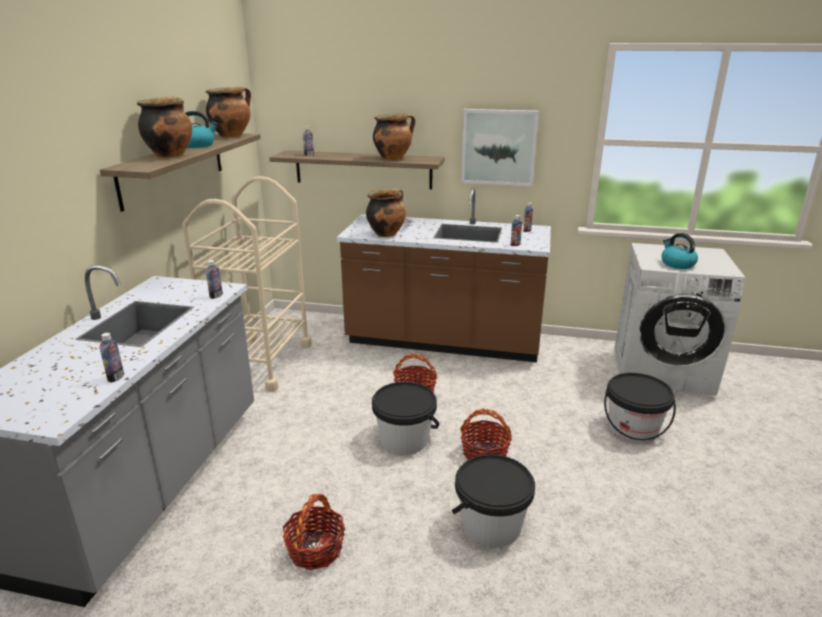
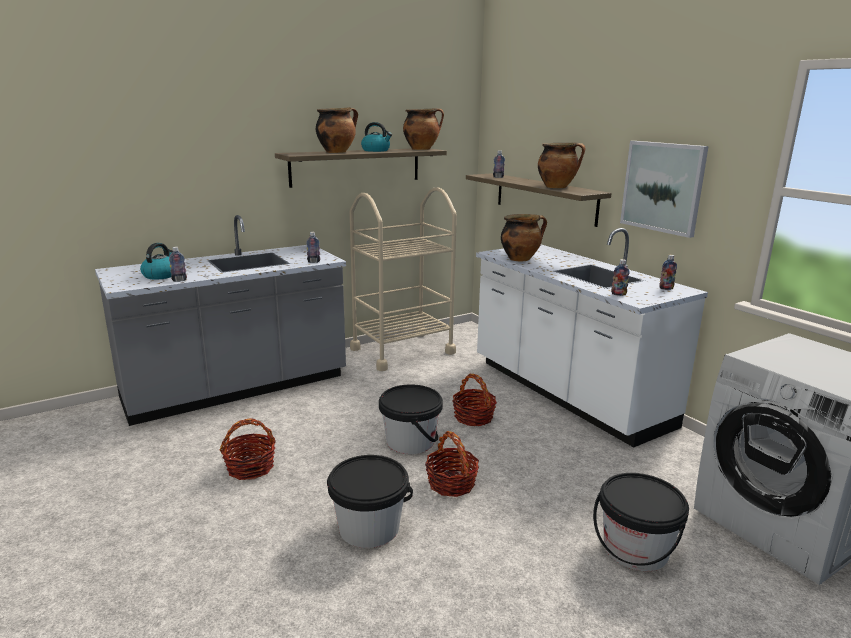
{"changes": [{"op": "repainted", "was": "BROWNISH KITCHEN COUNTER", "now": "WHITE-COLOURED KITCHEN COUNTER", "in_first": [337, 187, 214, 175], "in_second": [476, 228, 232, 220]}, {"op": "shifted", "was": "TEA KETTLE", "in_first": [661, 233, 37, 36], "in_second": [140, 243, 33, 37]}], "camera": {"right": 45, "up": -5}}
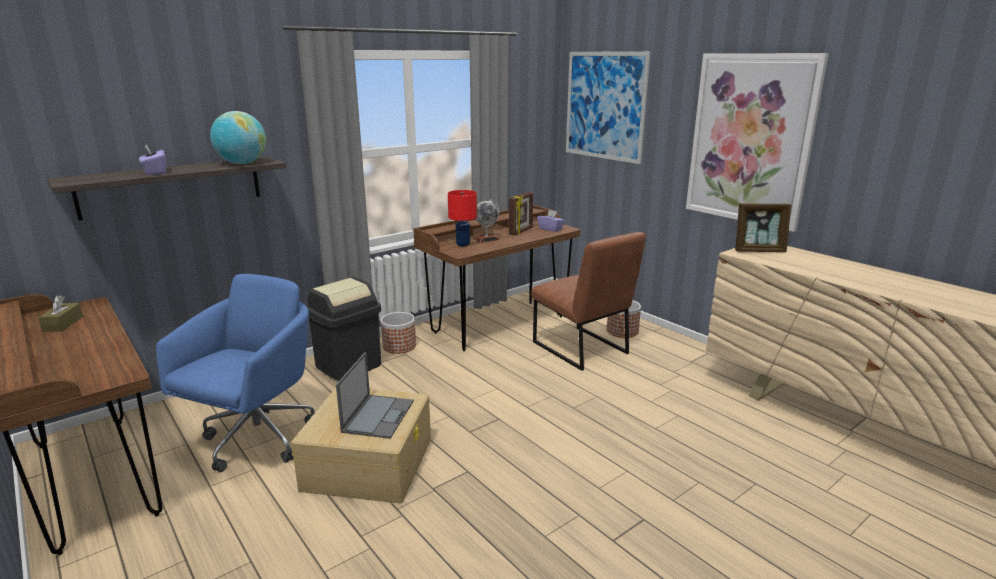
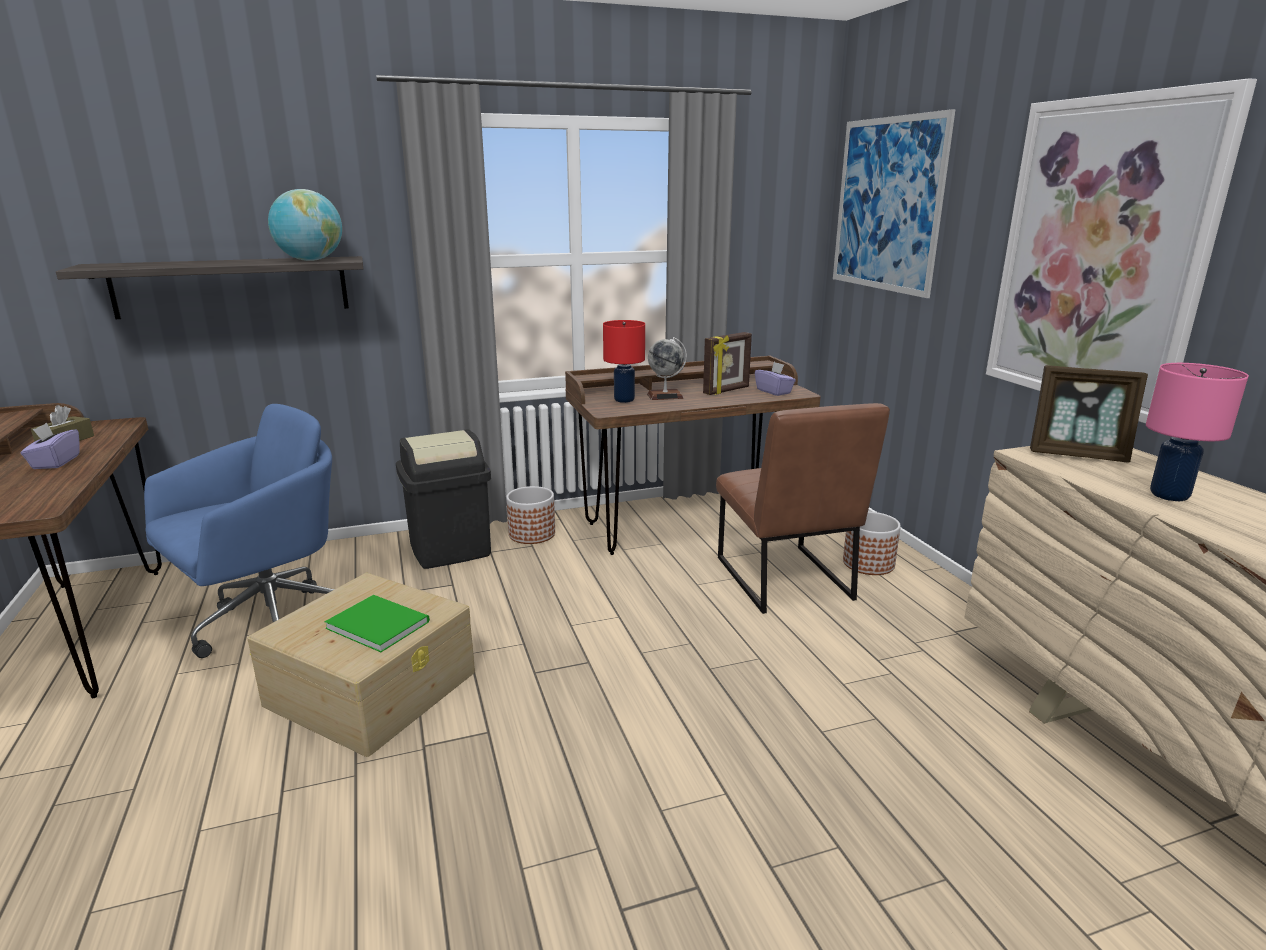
{"changes": [{"op": "shifted", "was": "PURPLISH TISSUE HOLDER", "in_first": [139, 144, 27, 31], "in_second": [20, 423, 60, 46]}, {"op": "swapped", "was": "NOTEBOOK COMPUTER", "now": "GREEN-COLOURED BOOK", "in_first": [336, 352, 78, 87], "in_second": [324, 595, 106, 57]}, {"op": "new", "now": "PINK LAMP FOR A TABLE", "in_second": [1146, 363, 103, 138]}], "camera": {"right": 20, "up": 0}}
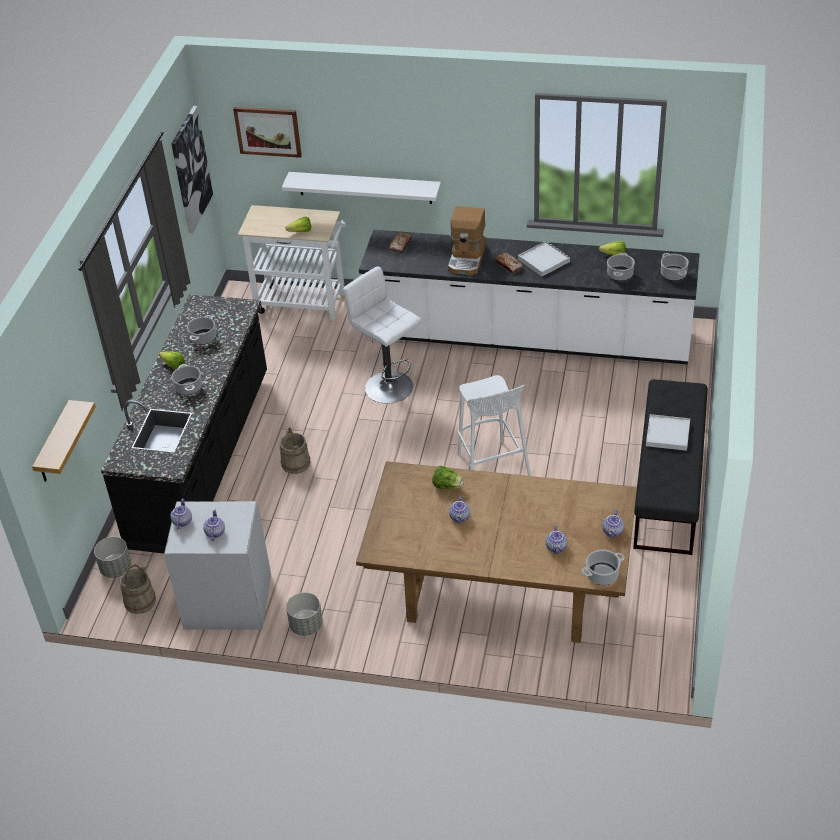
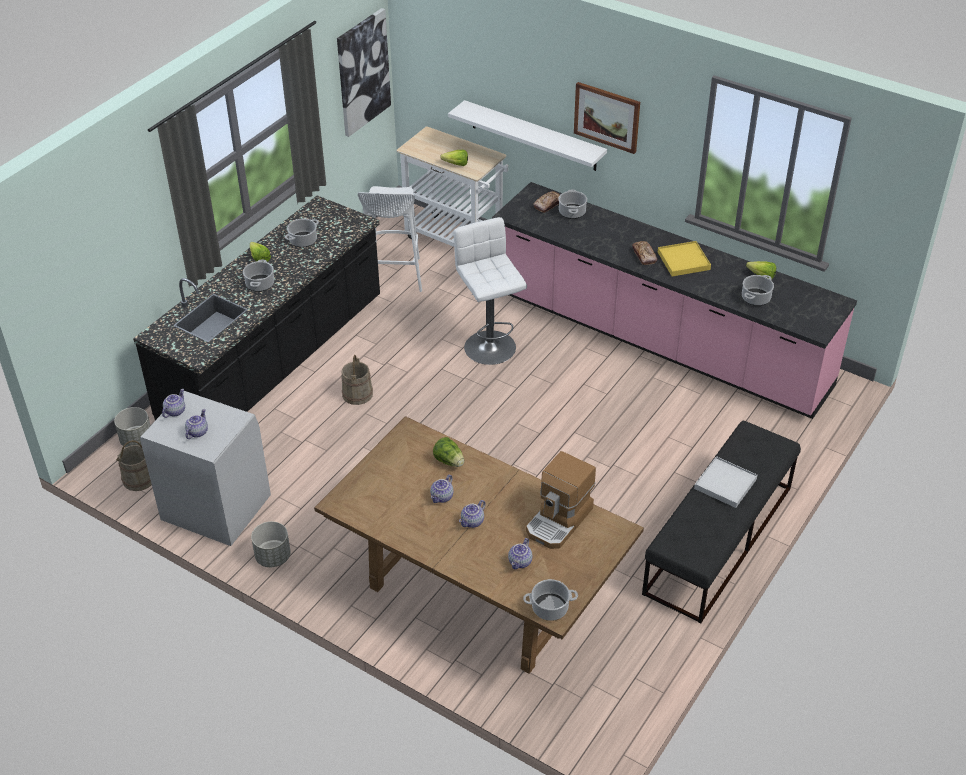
{"changes": [{"op": "shifted", "was": "WALL PICTURE", "in_first": [233, 107, 69, 51], "in_second": [574, 82, 66, 72]}, {"op": "shifted", "was": "COFFEE MAKER", "in_first": [448, 206, 38, 69], "in_second": [526, 451, 70, 98]}, {"op": "repainted", "was": "WHITE-COLOURED KITCHEN COUNTER", "now": "PINK KITCHEN COUNTER", "in_first": [359, 230, 341, 134], "in_second": [492, 182, 365, 237]}, {"op": "repainted", "was": "WHITE-COLOURED TRAY", "now": "YELLOWISH TRAY", "in_first": [518, 241, 52, 35], "in_second": [658, 241, 53, 35]}, {"op": "shifted", "was": "COOKING POT", "in_first": [661, 253, 28, 28], "in_second": [558, 189, 29, 30]}, {"op": "shifted", "was": "WHITE-COLOURED STOOL SEAT", "in_first": [458, 375, 73, 101], "in_second": [358, 186, 64, 106]}, {"op": "gone", "was": "WALL SHELF", "in_first": [32, 400, 64, 82]}, {"op": "shifted", "was": "TEAPOT", "in_first": [603, 510, 21, 28], "in_second": [459, 500, 27, 28]}], "camera": {"right": 20, "up": 0}}
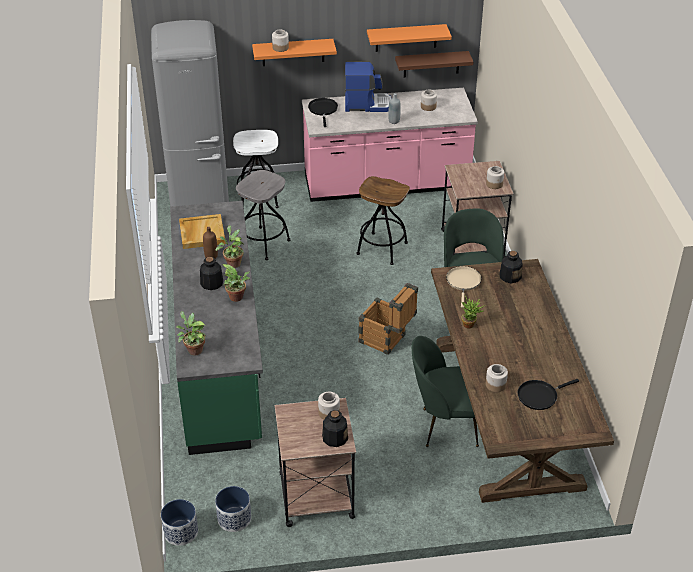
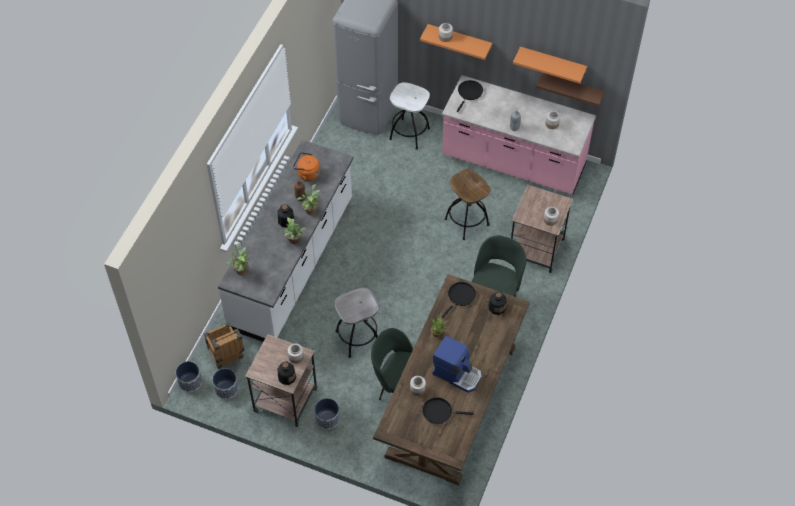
{"changes": [{"op": "shifted", "was": "COFFEE MAKER", "in_first": [345, 62, 46, 50], "in_second": [432, 335, 50, 58]}, {"op": "shifted", "was": "GREYISH STOOL SEAT", "in_first": [236, 170, 55, 90], "in_second": [334, 288, 45, 70]}, {"op": "repainted", "was": "GREEN-COLOURED KITCHEN COUNTER", "now": "WHITE-COLOURED KITCHEN COUNTER", "in_first": [170, 201, 93, 254], "in_second": [218, 140, 136, 202]}, {"op": "swapped", "was": "BEIGE TRAY", "now": "ORANGE-COLOURED TEA KETTLE", "in_first": [179, 214, 47, 35], "in_second": [293, 152, 27, 29]}, {"op": "repainted", "was": "BEIGE SKILLET", "now": "BLACK-COLOURED SKILLET", "in_first": [446, 266, 36, 42], "in_second": [441, 282, 35, 36]}, {"op": "shifted", "was": "CRATE", "in_first": [358, 283, 60, 72], "in_second": [204, 322, 41, 47]}, {"op": "new", "now": "PLANTER", "in_second": [315, 398, 25, 31]}], "camera": {"right": 30, "up": 15}}
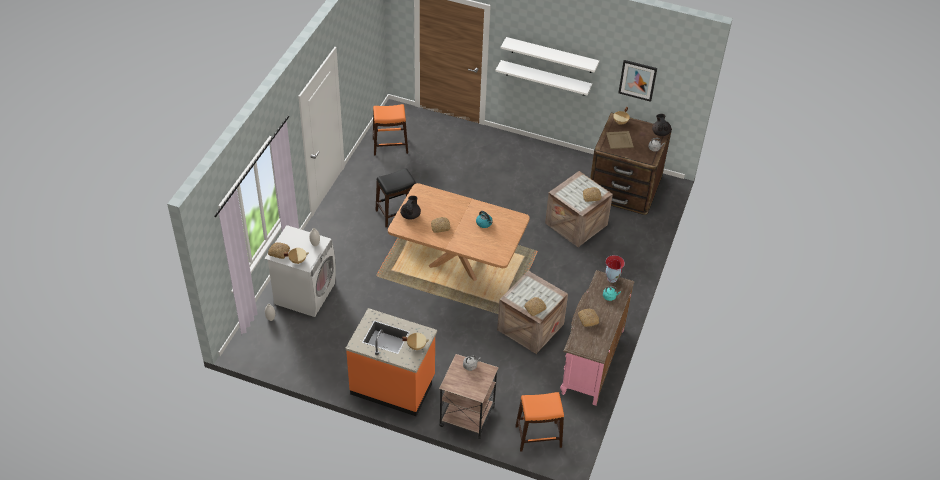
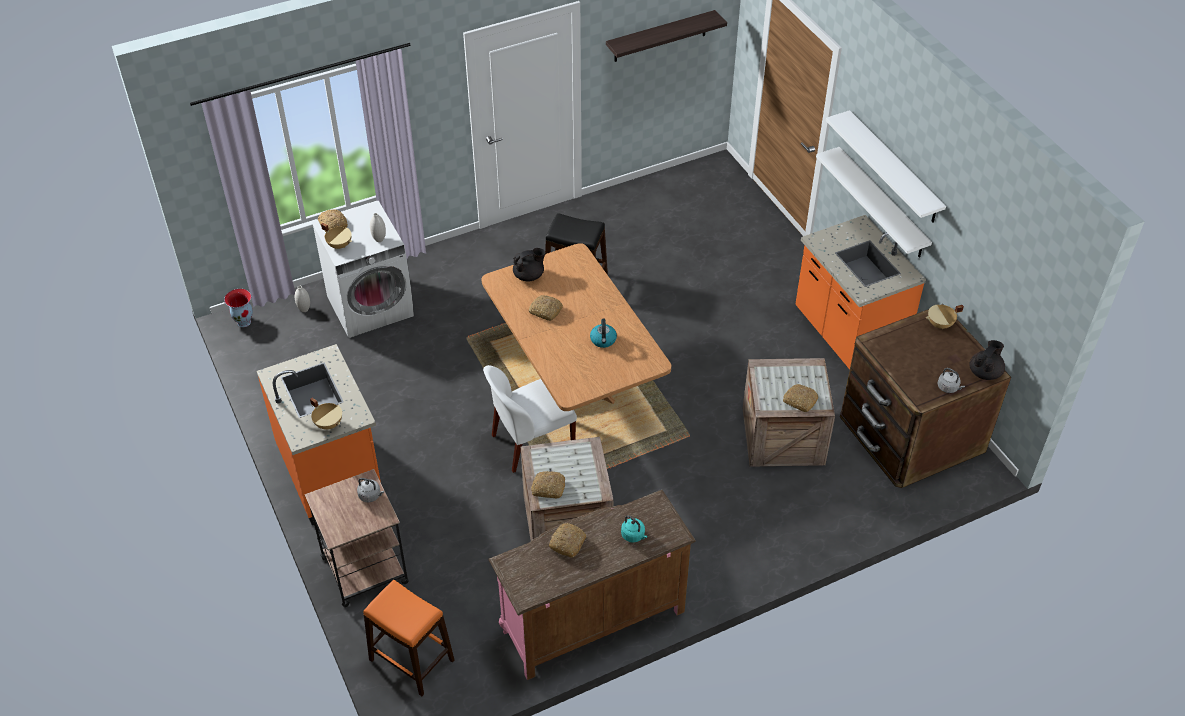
{"changes": [{"op": "gone", "was": "WALL PICTURE", "in_first": [619, 60, 38, 42]}, {"op": "gone", "was": "ORANGE-COLOURED STOOL SEAT", "in_first": [373, 104, 35, 51]}, {"op": "gone", "was": "BEIGE TRAY", "in_first": [606, 131, 28, 18]}, {"op": "shifted", "was": "FLOWER VASE", "in_first": [606, 255, 19, 28], "in_second": [224, 289, 29, 38]}, {"op": "new", "now": "WALL SHELF", "in_second": [606, 10, 121, 52]}, {"op": "new", "now": "ORANGE-COLOURED KITCHEN COUNTER", "in_second": [795, 215, 131, 154]}, {"op": "new", "now": "WHITE-COLOURED PLAIN CHAIR", "in_second": [483, 365, 94, 108]}], "camera": {"right": 45, "up": 0}}
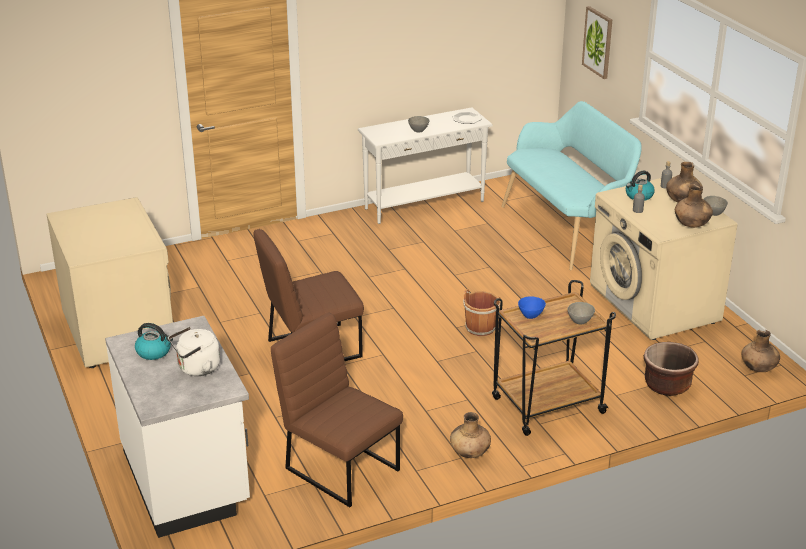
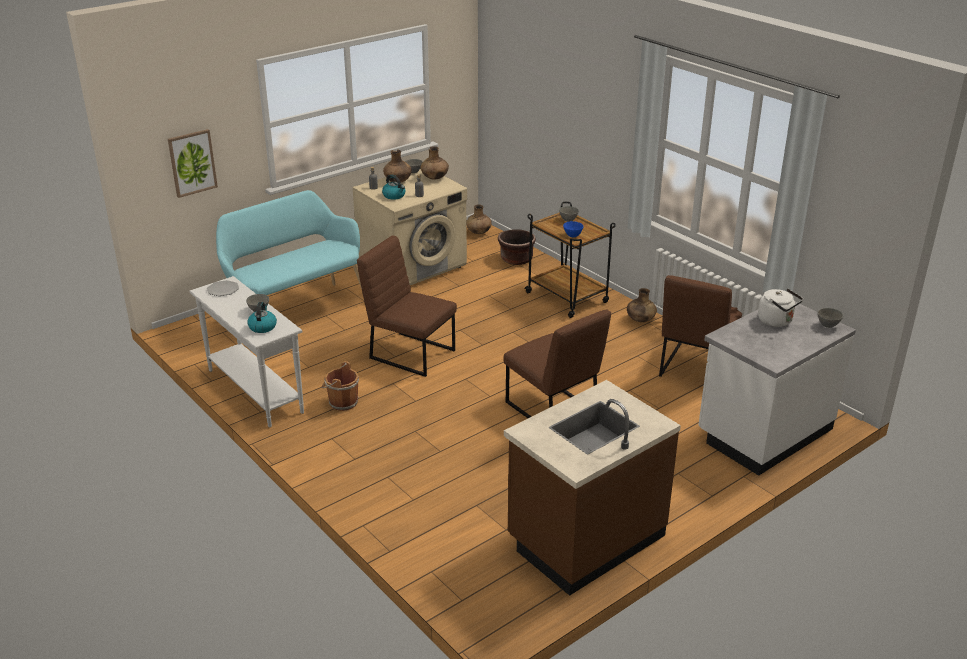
{"changes": [{"op": "swapped", "was": "BEIGE WASHING MACHINE", "now": "BROWNISH KITCHEN COUNTER", "in_first": [47, 197, 126, 171], "in_second": [504, 380, 177, 216]}, {"op": "shifted", "was": "BROWNISH WATER BUCKET", "in_first": [463, 289, 38, 47], "in_second": [321, 361, 38, 50]}, {"op": "shifted", "was": "TEA KETTLE", "in_first": [135, 323, 38, 37], "in_second": [247, 302, 30, 31]}, {"op": "new", "now": "BROWNISH PLAIN CHAIR", "in_second": [357, 236, 100, 141]}, {"op": "new", "now": "GREYISH DEEP DISH", "in_second": [817, 308, 26, 20]}], "camera": {"right": -105, "up": 0}}
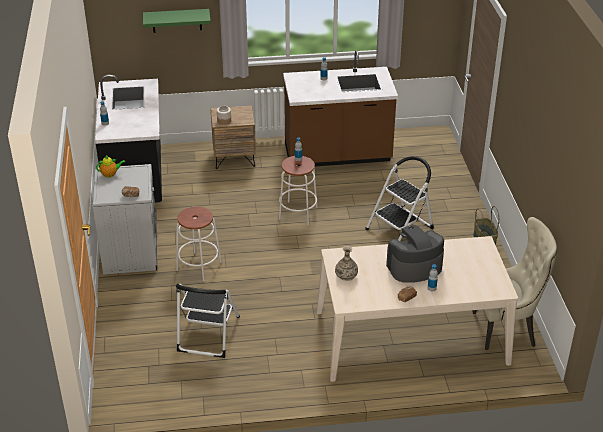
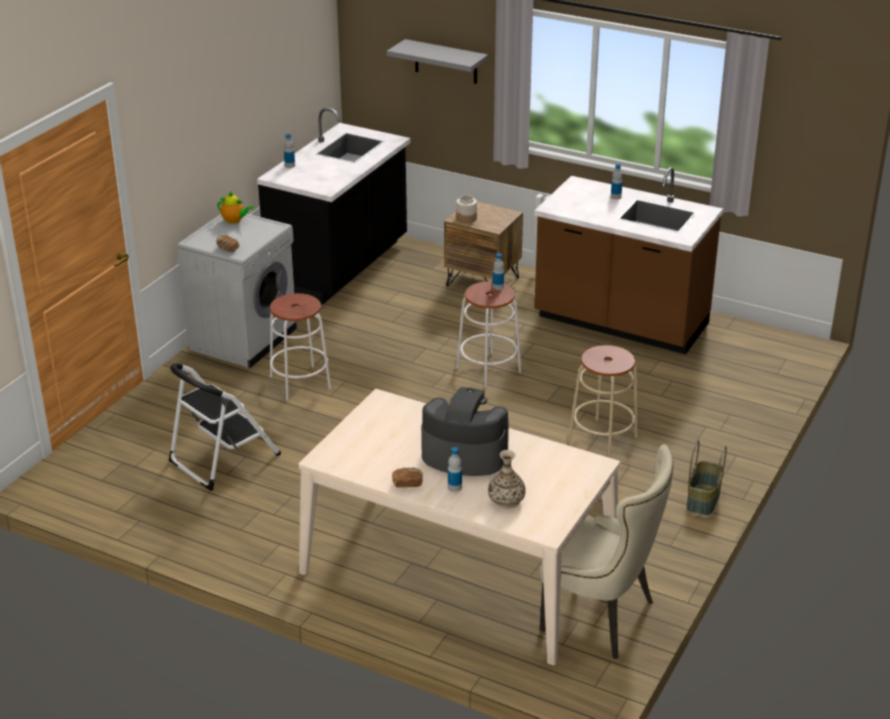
{"changes": [{"op": "repainted", "was": "GREEN-COLOURED WALL SHELF", "now": "GREYISH WALL SHELF", "in_first": [143, 9, 68, 24], "in_second": [387, 39, 101, 45]}, {"op": "swapped", "was": "STEP STOOL", "now": "BEIGE STOOL SEAT", "in_first": [365, 156, 69, 85], "in_second": [568, 345, 70, 113]}, {"op": "shifted", "was": "FLOWER VASE", "in_first": [335, 246, 23, 35], "in_second": [488, 450, 38, 59]}], "camera": {"right": 35, "up": -5}}
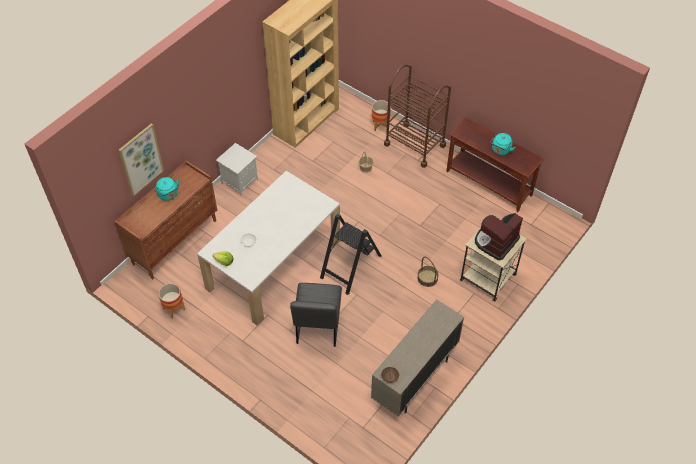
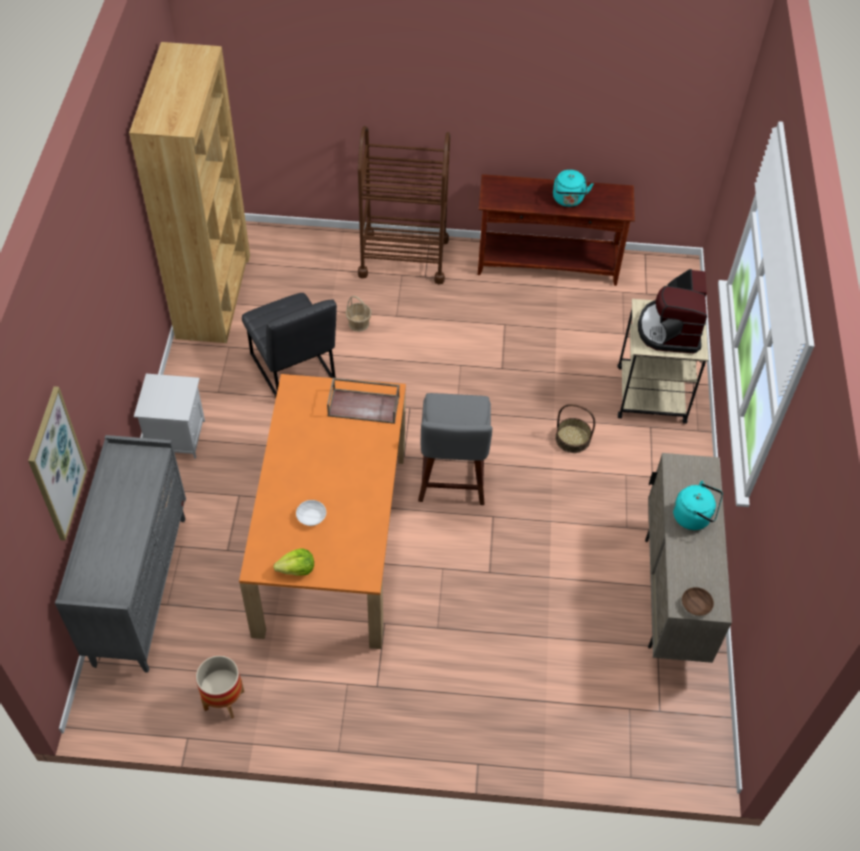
{"changes": [{"op": "gone", "was": "PLANTER", "in_first": [372, 100, 19, 31]}, {"op": "repainted", "was": "BROWNISH STORAGE CABINET", "now": "GREYISH STORAGE CABINET", "in_first": [114, 160, 104, 120], "in_second": [55, 435, 131, 238]}, {"op": "repainted", "was": "WHITE-COLOURED DINING TABLE", "now": "ORANGE-COLOURED DINING TABLE", "in_first": [197, 171, 143, 154], "in_second": [239, 374, 167, 275]}, {"op": "shifted", "was": "TURQUOISE-COLOURED TEA KETTLE", "in_first": [156, 177, 23, 24], "in_second": [673, 481, 50, 49]}, {"op": "swapped", "was": "BLACK-COLOURED STEP STOOL", "now": "GREYISH STOOL SEAT", "in_first": [320, 213, 62, 82], "in_second": [418, 393, 74, 112]}, {"op": "shifted", "was": "GREYISH PLAIN CHAIR", "in_first": [290, 283, 52, 64], "in_second": [242, 293, 95, 104]}, {"op": "new", "now": "BROWNISH TRAY", "in_second": [327, 378, 73, 46]}], "camera": {"right": -35, "up": 0}}
